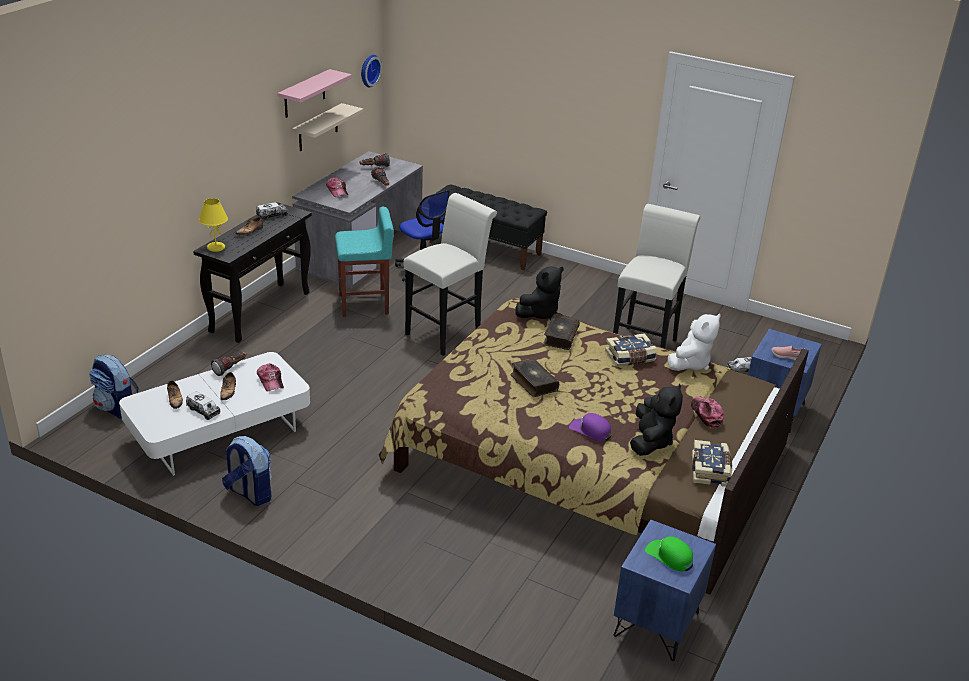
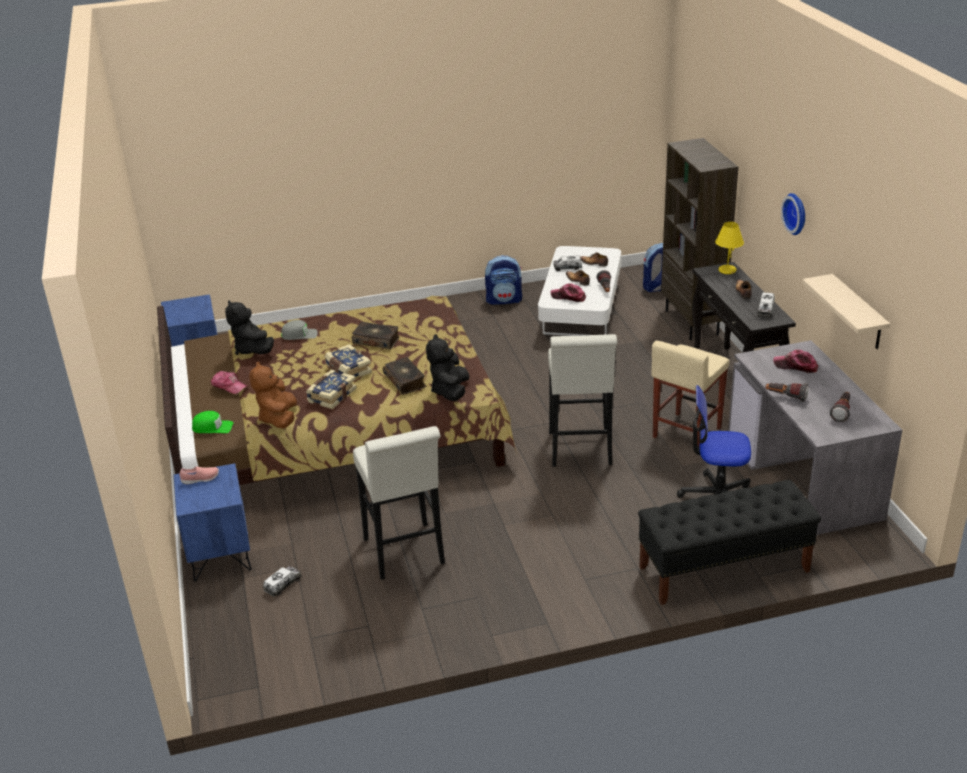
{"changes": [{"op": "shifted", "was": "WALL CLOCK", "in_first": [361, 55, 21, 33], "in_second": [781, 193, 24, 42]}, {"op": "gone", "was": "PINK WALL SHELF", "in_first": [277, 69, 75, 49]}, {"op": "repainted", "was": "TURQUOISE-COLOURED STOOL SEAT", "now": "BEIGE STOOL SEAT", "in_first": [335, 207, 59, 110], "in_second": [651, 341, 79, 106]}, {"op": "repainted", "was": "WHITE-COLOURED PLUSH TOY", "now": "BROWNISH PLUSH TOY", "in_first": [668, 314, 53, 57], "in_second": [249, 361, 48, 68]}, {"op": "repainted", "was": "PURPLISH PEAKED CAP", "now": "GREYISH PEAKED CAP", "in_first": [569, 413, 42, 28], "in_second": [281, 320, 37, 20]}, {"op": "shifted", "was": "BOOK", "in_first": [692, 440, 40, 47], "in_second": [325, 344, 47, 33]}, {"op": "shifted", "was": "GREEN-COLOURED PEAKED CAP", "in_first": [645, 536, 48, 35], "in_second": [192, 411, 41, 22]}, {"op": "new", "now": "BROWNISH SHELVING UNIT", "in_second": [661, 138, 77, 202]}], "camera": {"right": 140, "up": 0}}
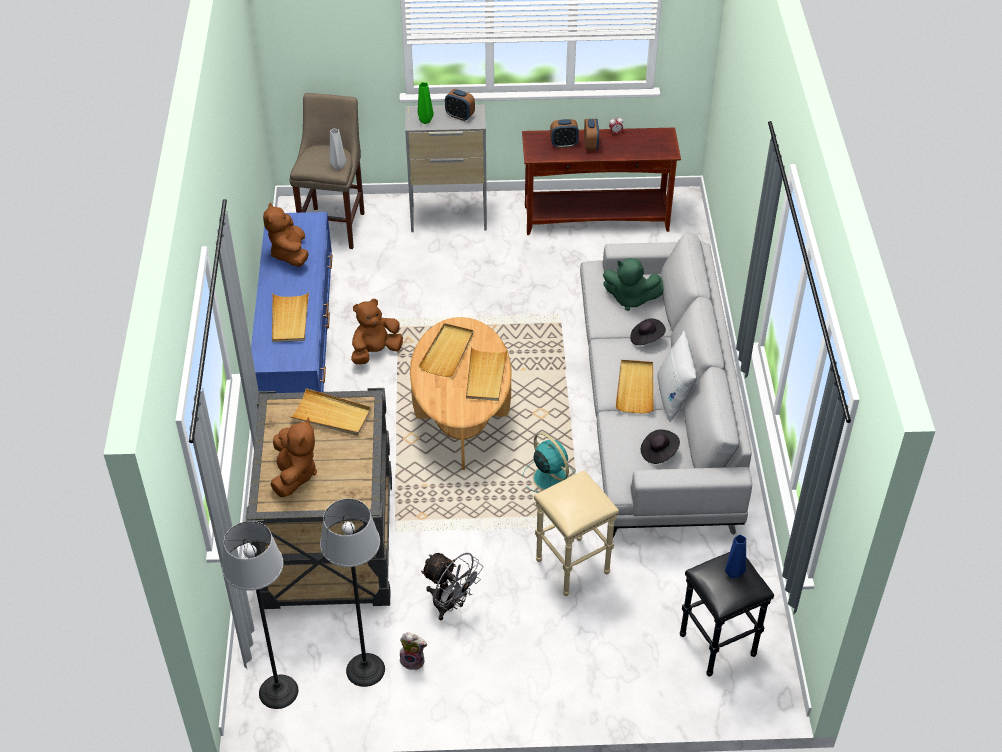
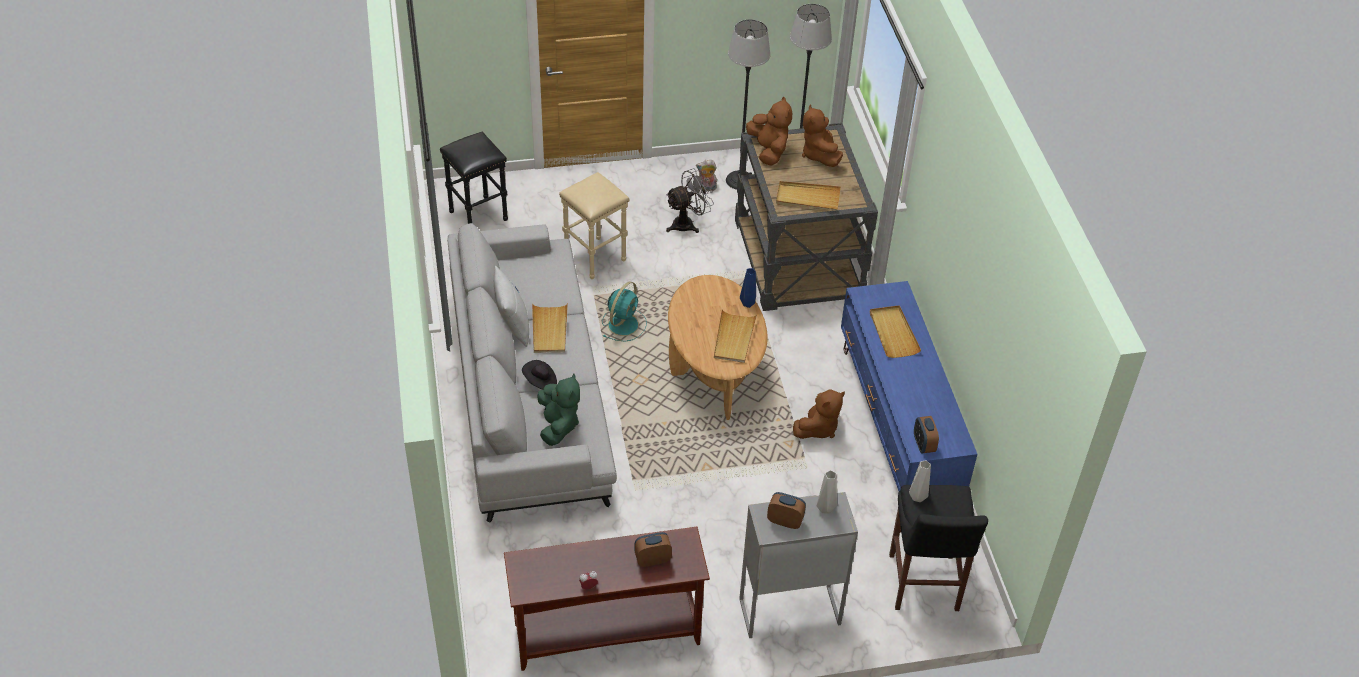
{"changes": [{"op": "repainted", "was": "GREEN-COLOURED FLOWER VASE", "now": "GREYISH FLOWER VASE", "in_first": [418, 82, 16, 42], "in_second": [817, 470, 20, 43]}, {"op": "repainted", "was": "BEIGE STOOL SEAT", "now": "BLACK-COLOURED STOOL SEAT", "in_first": [290, 93, 75, 156], "in_second": [889, 485, 99, 126]}, {"op": "shifted", "was": "BEDSIDE CLOCK", "in_first": [584, 119, 15, 31], "in_second": [914, 416, 25, 37]}, {"op": "shifted", "was": "BROWNISH PLUSH TOY", "in_first": [263, 203, 46, 64], "in_second": [746, 97, 46, 69]}, {"op": "rotated", "was": "GREEN-COLOURED PLUSH TOY", "in_first": [603, 258, 61, 53], "in_second": [537, 373, 43, 73], "clockwise": 75}, {"op": "gone", "was": "BEIGE TRAY", "in_first": [466, 347, 42, 54]}, {"op": "gone", "was": "BLACK-COLOURED CLOTHING HAT", "in_first": [641, 430, 39, 34]}, {"op": "rotated", "was": "TURQUOISE-COLOURED FAN", "in_first": [522, 433, 53, 60], "in_second": [602, 281, 45, 61], "clockwise": -105}, {"op": "shifted", "was": "BLUISH FLOWER VASE", "in_first": [725, 534, 21, 44], "in_second": [740, 268, 16, 40]}, {"op": "rotated", "was": "GREYISH FAN", "in_first": [421, 553, 62, 67], "in_second": [666, 168, 48, 65], "clockwise": 120}], "camera": {"right": 170, "up": 0}}
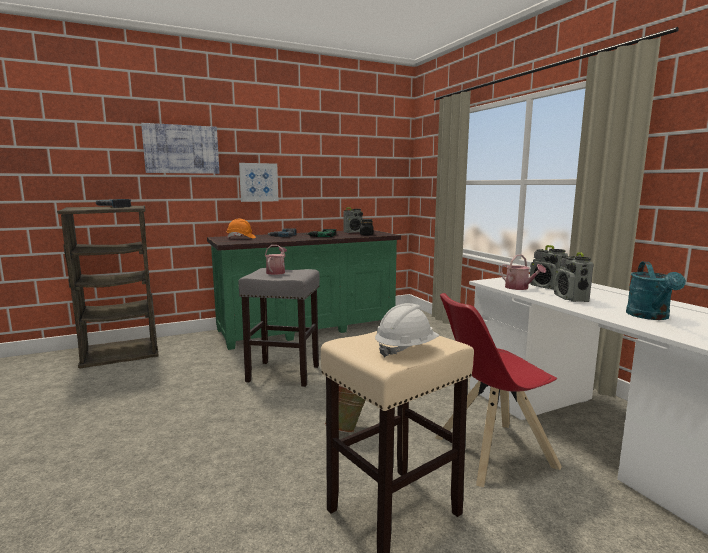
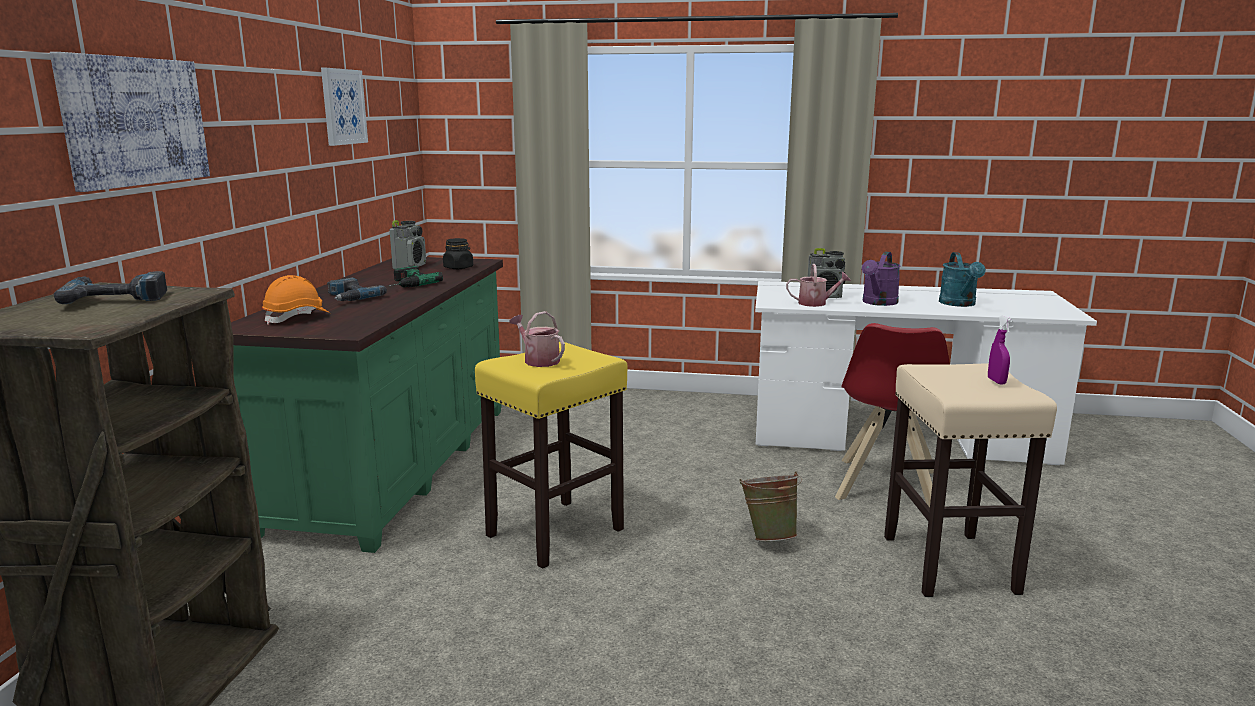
{"changes": [{"op": "shifted", "was": "WALL PICTURE", "in_first": [239, 163, 39, 39], "in_second": [321, 68, 47, 78]}, {"op": "swapped", "was": "RADIO SET", "now": "PURPLISH WATERING CAN", "in_first": [554, 252, 40, 50], "in_second": [862, 252, 39, 54]}, {"op": "rotated", "was": "TURQUOISE-COLOURED WATERING CAN", "in_first": [626, 261, 60, 59], "in_second": [939, 252, 47, 55], "clockwise": 45}, {"op": "repainted", "was": "GREYISH STOOL SEAT", "now": "YELLOWISH STOOL SEAT", "in_first": [238, 268, 81, 119], "in_second": [475, 342, 153, 227]}, {"op": "swapped", "was": "WHITE-COLOURED SAFETY HELMET", "now": "PURPLISH HAND SPRAYER", "in_first": [375, 303, 64, 54], "in_second": [988, 315, 24, 69]}], "camera": {"right": -55, "up": 5}}
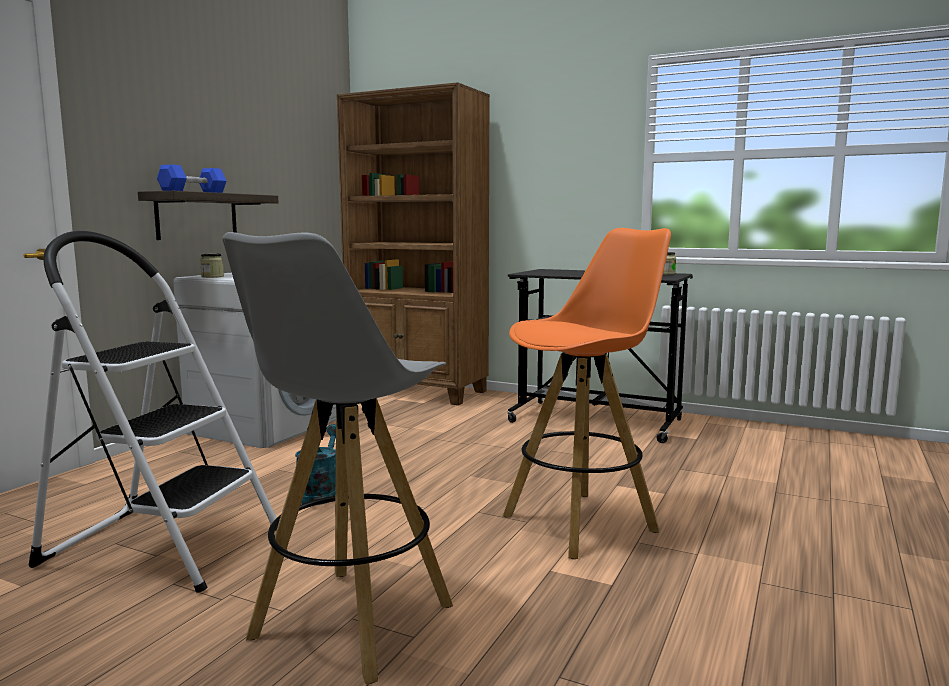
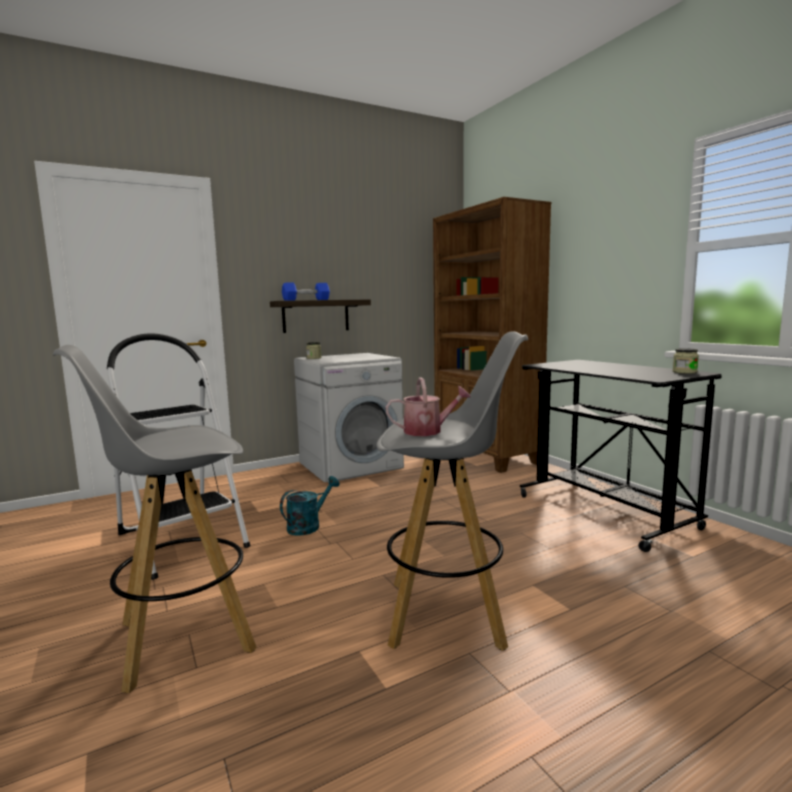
{"changes": [{"op": "repainted", "was": "ORANGE-COLOURED STOOL SEAT", "now": "GREYISH STOOL SEAT", "in_first": [503, 228, 168, 331], "in_second": [376, 331, 152, 320]}, {"op": "new", "now": "WATERING CAN", "in_second": [386, 377, 85, 59]}], "camera": {"right": 35, "up": 0}}
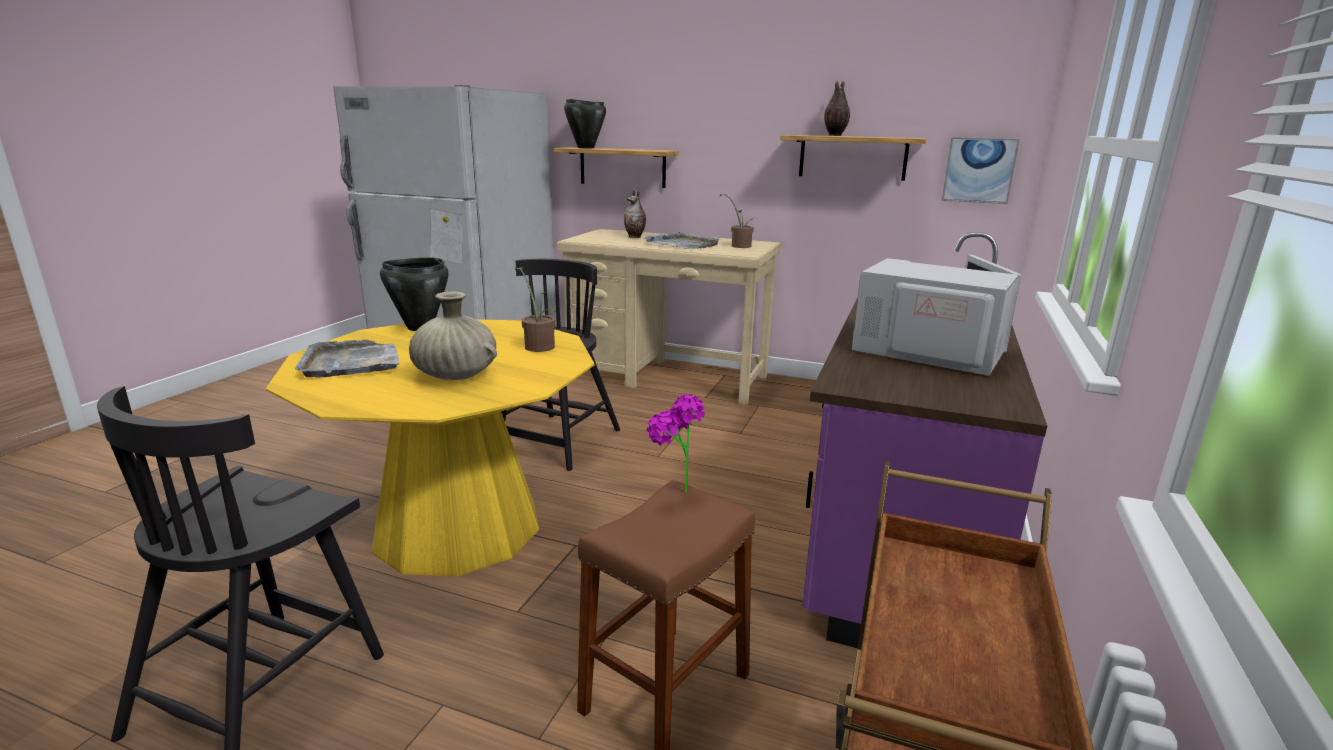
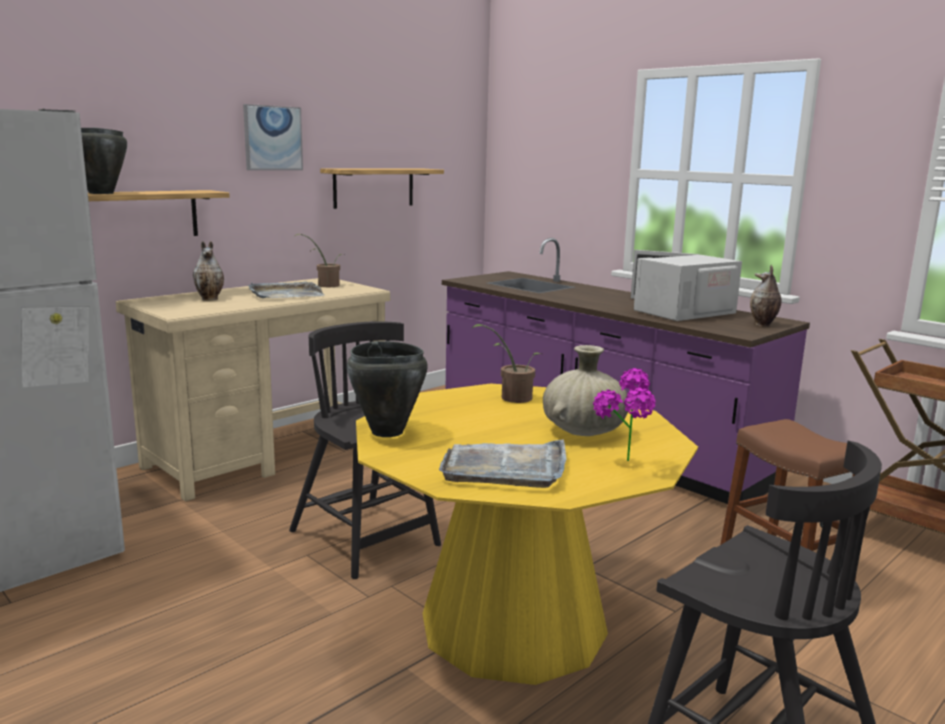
{"changes": [{"op": "shifted", "was": "FLOWER VASE", "in_first": [824, 81, 26, 55], "in_second": [750, 265, 32, 61]}, {"op": "shifted", "was": "WALL PICTURE", "in_first": [942, 137, 77, 67], "in_second": [243, 104, 60, 66]}, {"op": "shifted", "was": "POTTED PLANT", "in_first": [647, 394, 58, 98], "in_second": [593, 368, 63, 93]}], "camera": {"right": -65, "up": -5}}
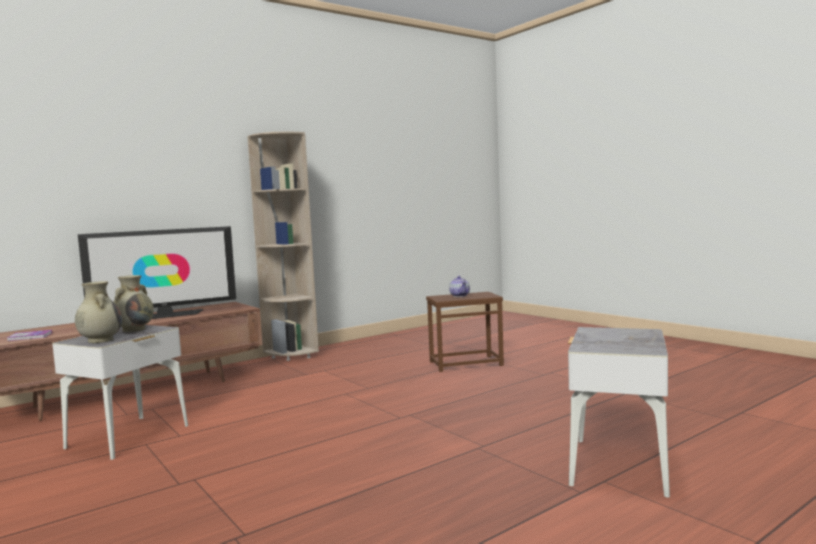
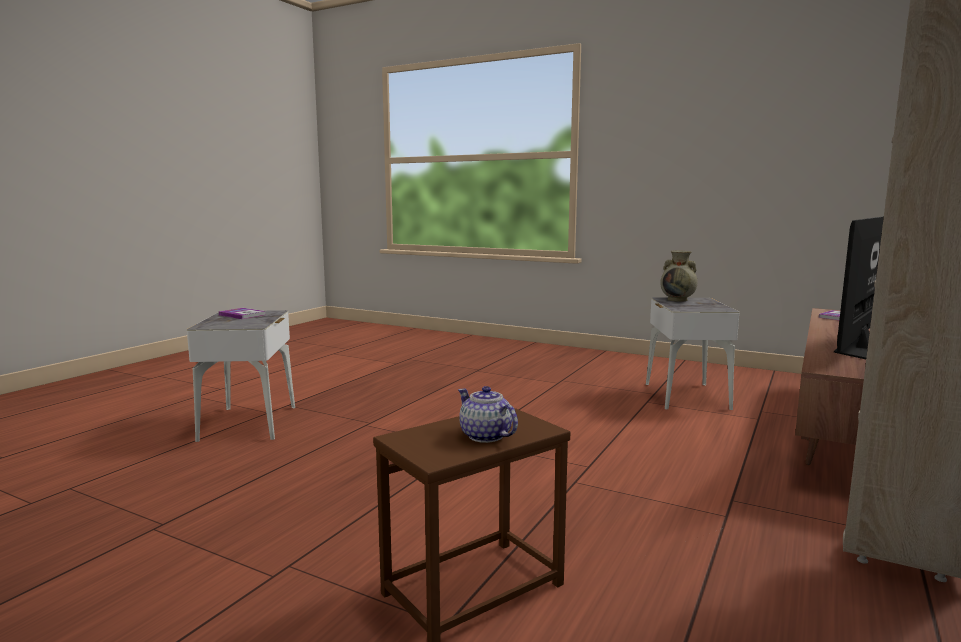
{"changes": [{"op": "gone", "was": "BEIGE FLOWER VASE", "in_first": [113, 275, 41, 57]}, {"op": "new", "now": "BOOK", "in_second": [219, 308, 46, 11]}], "camera": {"right": 155, "up": 5}}
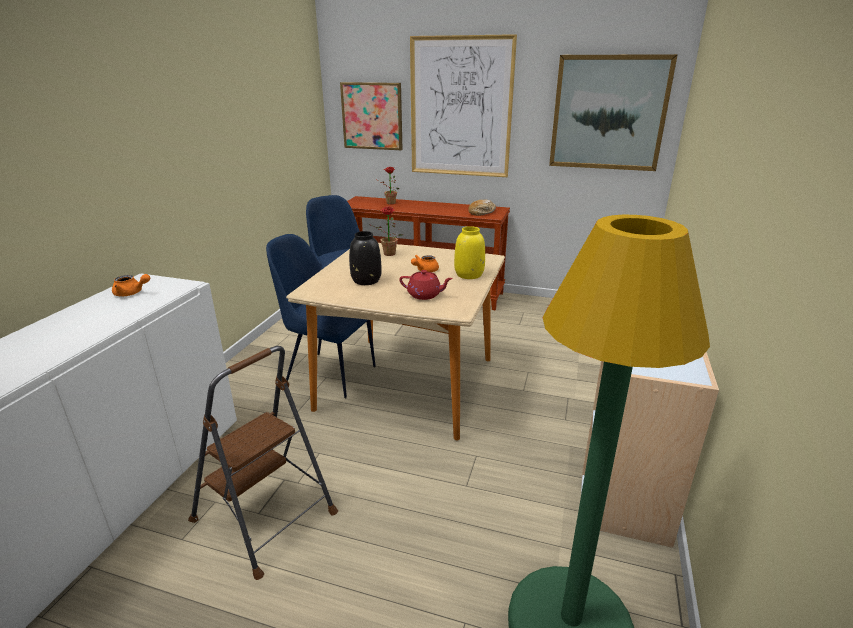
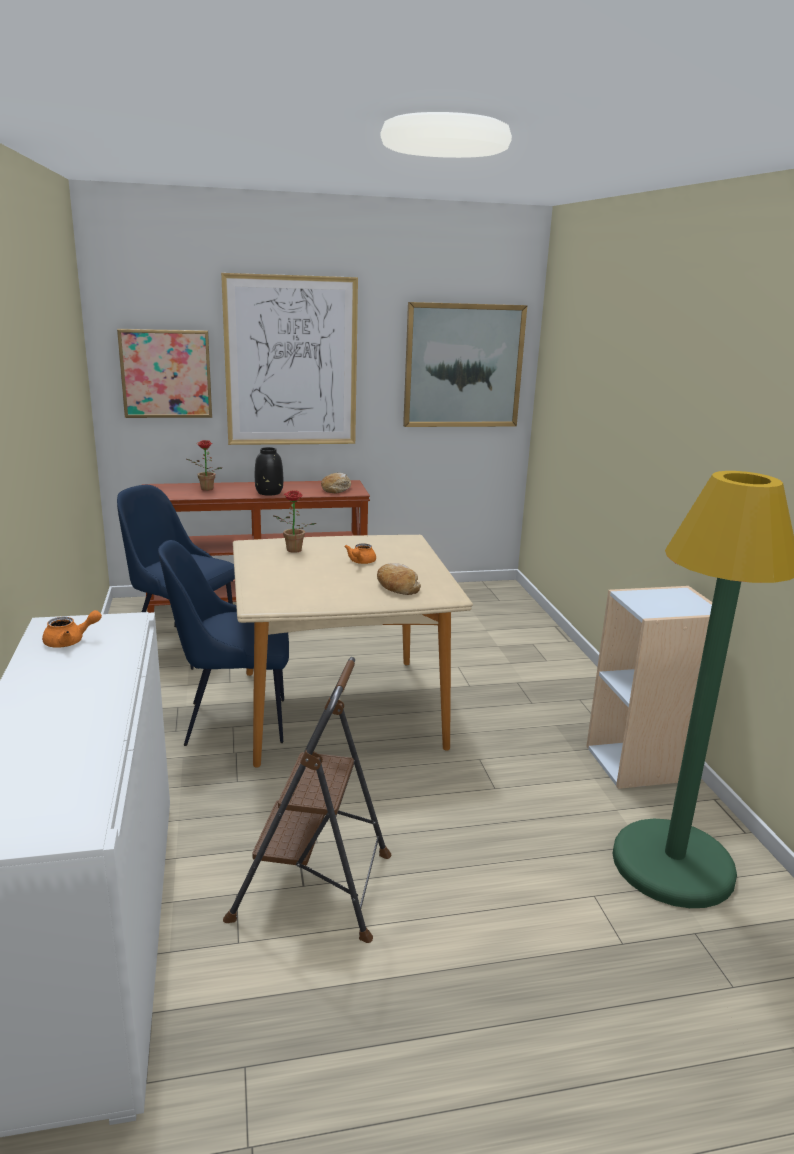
{"changes": [{"op": "gone", "was": "YELLOWISH FLOWER VASE", "in_first": [454, 226, 31, 53]}, {"op": "shifted", "was": "BLACK-COLOURED FLOWER VASE", "in_first": [349, 231, 32, 54], "in_second": [255, 447, 28, 49]}, {"op": "swapped", "was": "REDDISH TEAPOT", "now": "BAKED BREAD", "in_first": [399, 270, 54, 30], "in_second": [377, 563, 44, 32]}], "camera": {"right": -30, "up": -5}}
